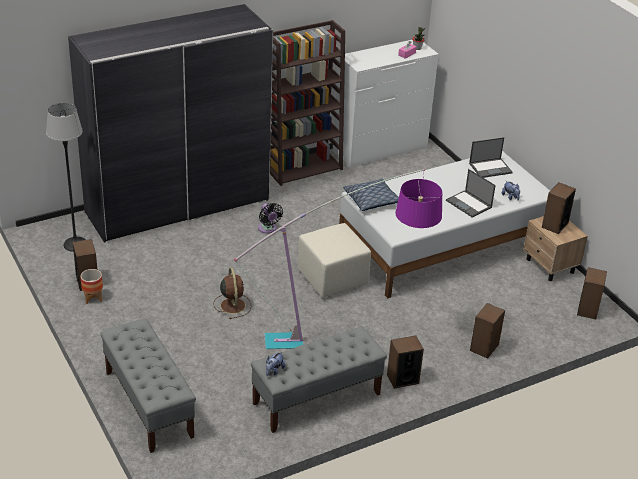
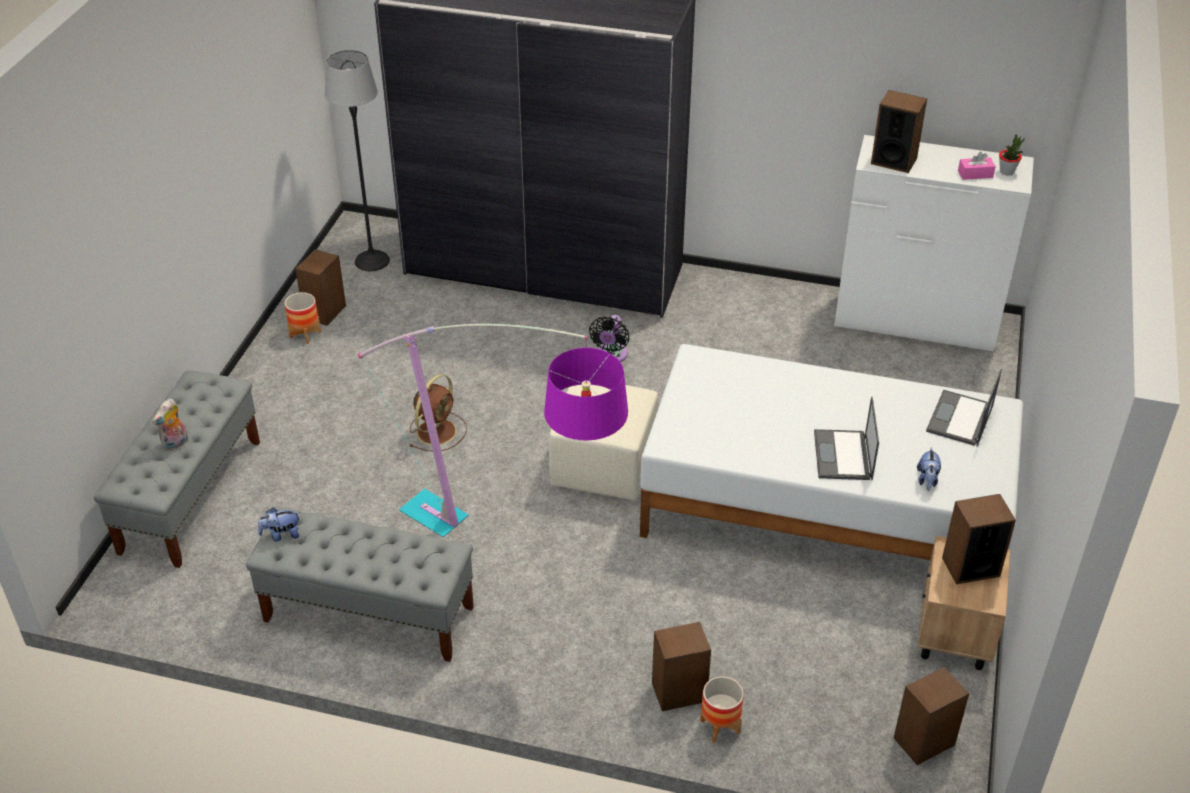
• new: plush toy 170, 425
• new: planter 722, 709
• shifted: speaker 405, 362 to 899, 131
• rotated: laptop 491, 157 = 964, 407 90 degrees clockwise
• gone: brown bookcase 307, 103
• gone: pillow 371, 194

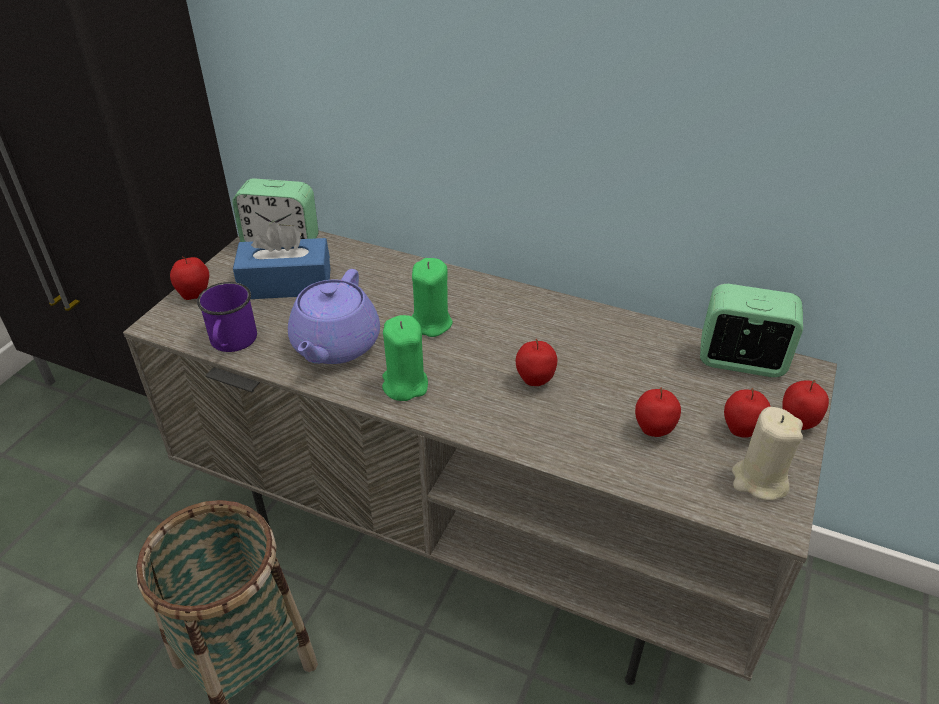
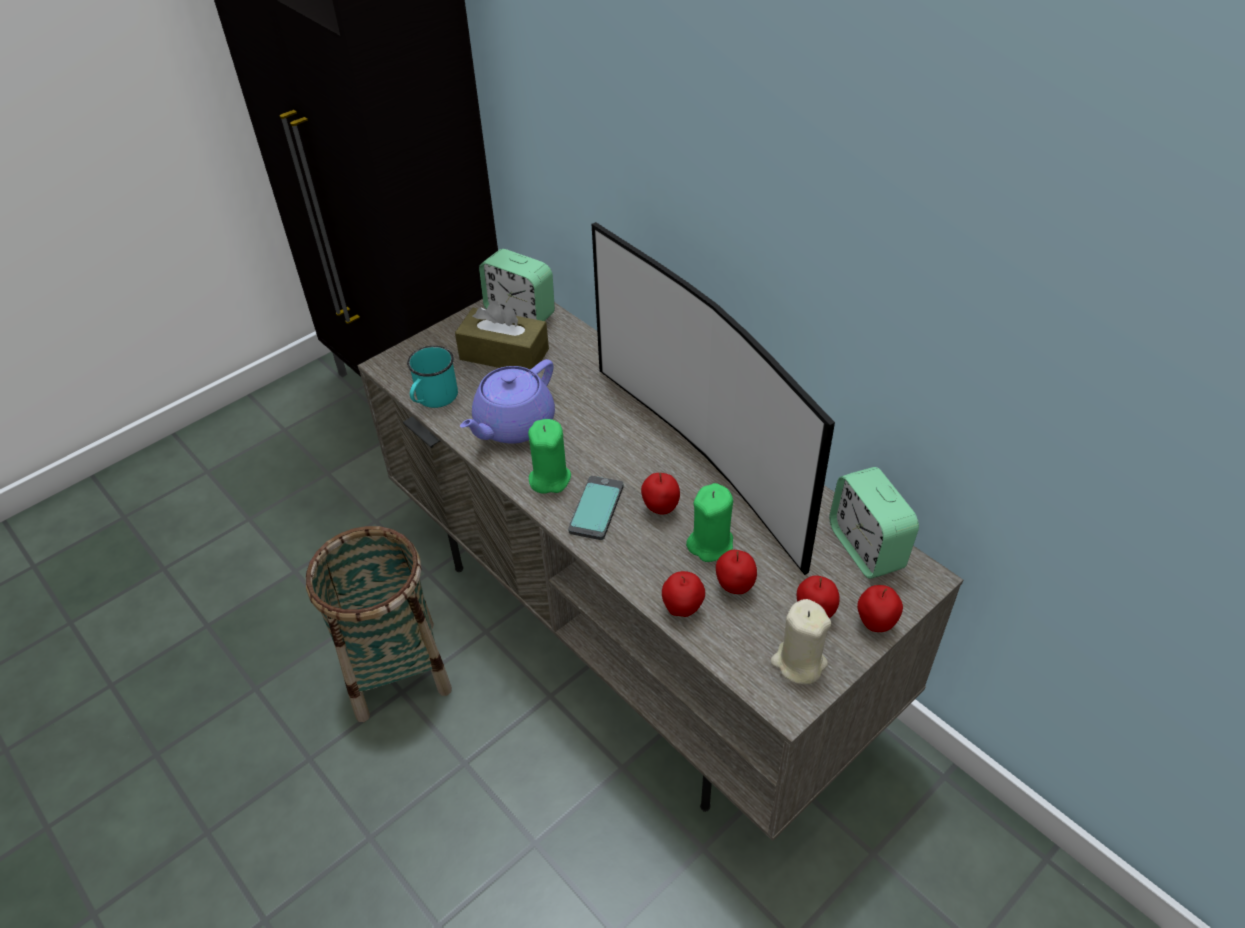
• repainted: purple mug 227, 317 to turquoise mug 432, 377
• repainted: blue tissue box 282, 260 to brown tissue box 502, 335
• new: phone 596, 508
• new: television 713, 398
• shifted: apple 189, 278 to 683, 594
• shifted: green candle 432, 297 to 709, 522
• rotated: alarm clock 751, 330 = 874, 523 150 degrees counterclockwise

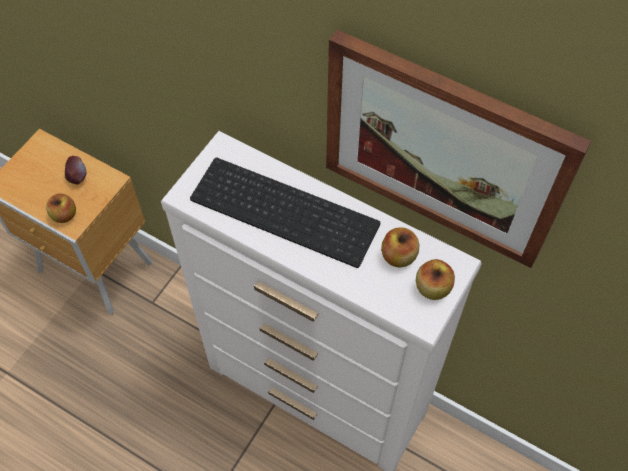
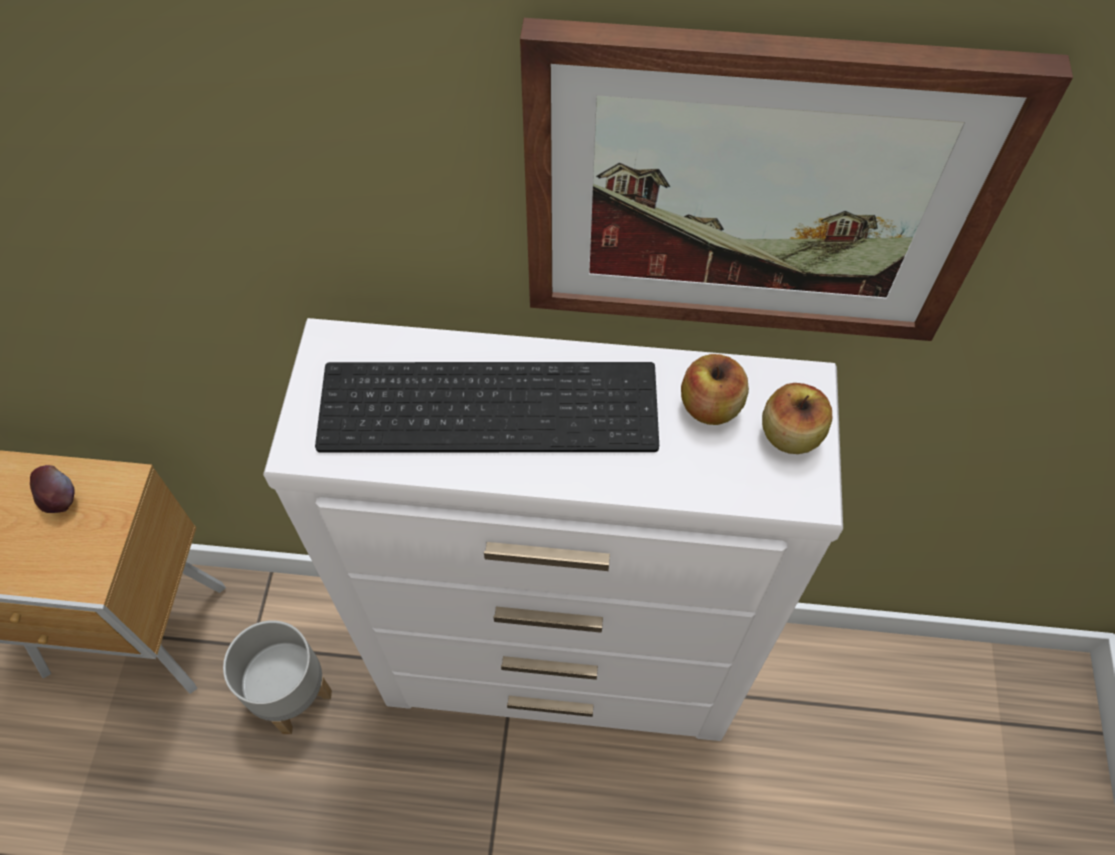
• new: grey planter 277, 677
• gone: apple 61, 208

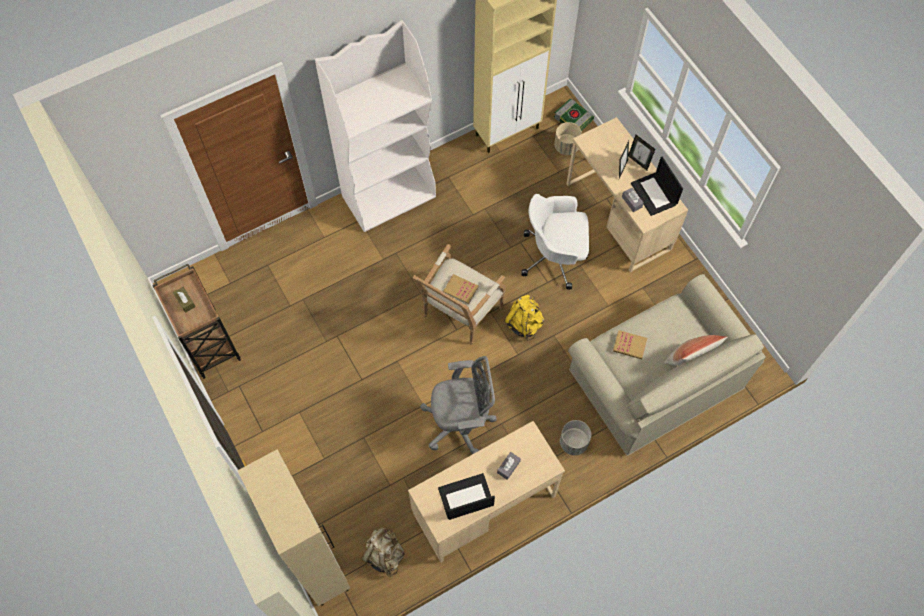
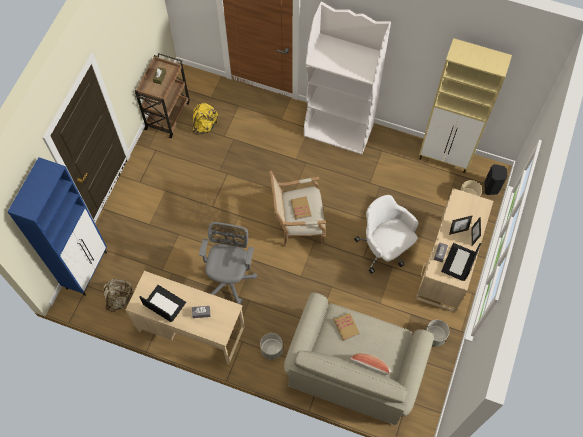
• repainted: beige cabinet 293, 527 to blue cabinet 57, 226
• shifted: yellow backpack 524, 318 to 205, 119
• rotated: grey office chair 458, 405 = 228, 263 120 degrees counterclockwise
• new: grey planter 437, 333
• swapped: book 574, 115 to black speaker 496, 179

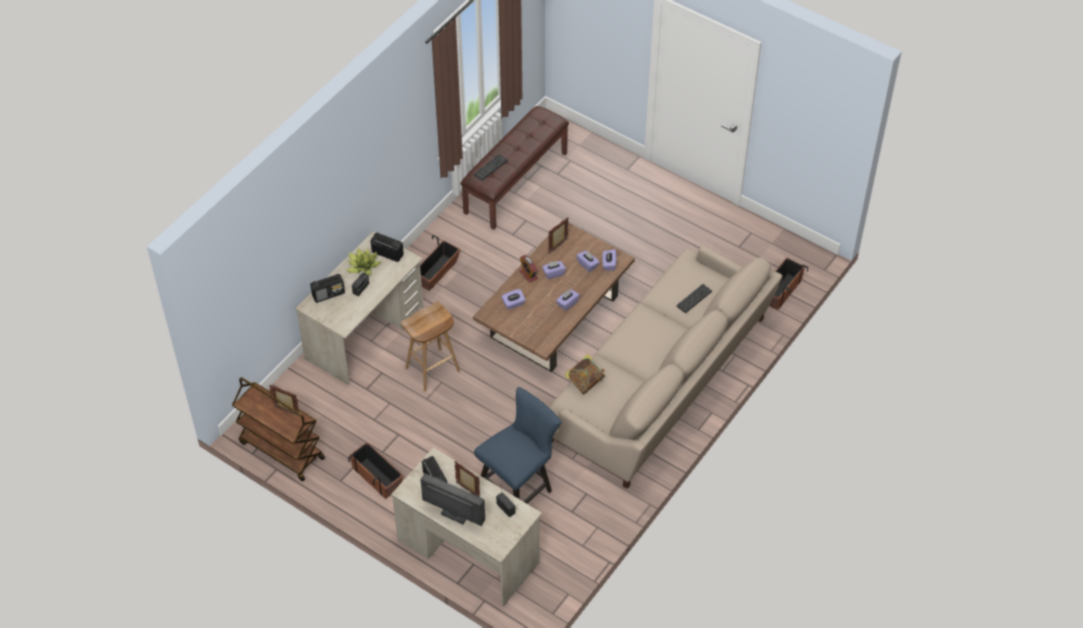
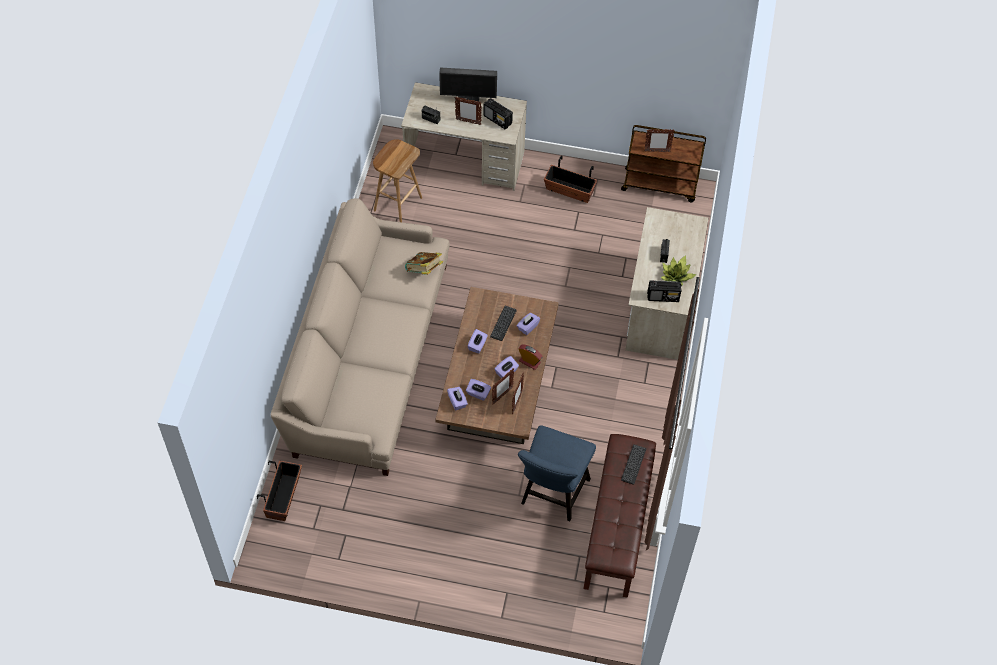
• shifted: brown stool 430, 346 to 397, 180
• shifted: keyboard 694, 298 to 503, 323
• new: picture frame 503, 386
• shifted: blue chair 518, 445 to 557, 473
• gone: radio 327, 288
• gone: planter 440, 263

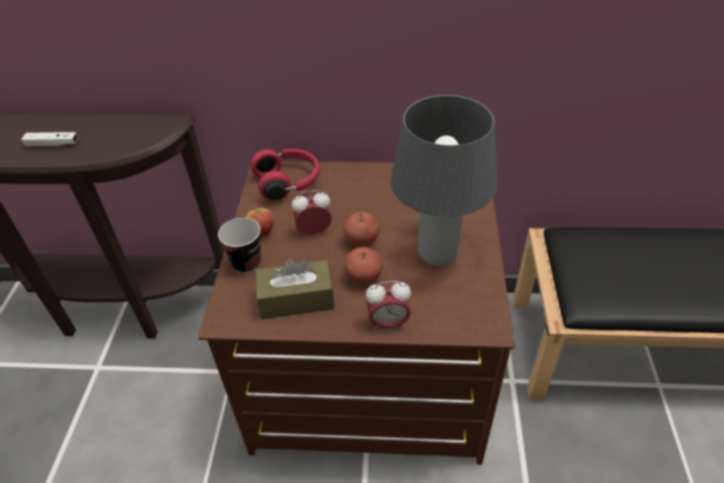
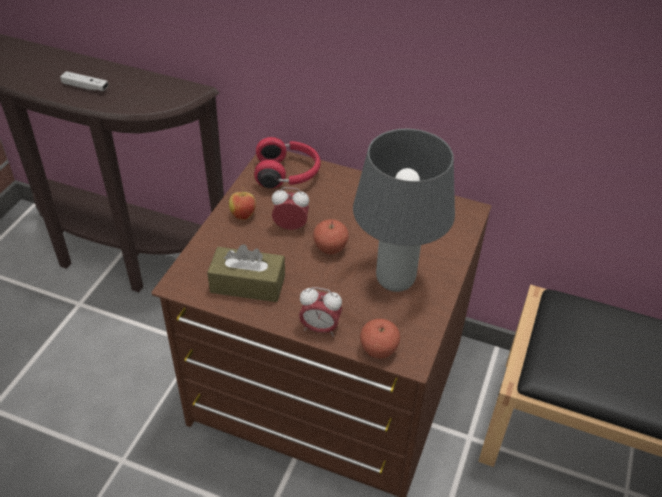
• shifted: apple 363, 266 to 380, 339
• gone: cup 239, 245

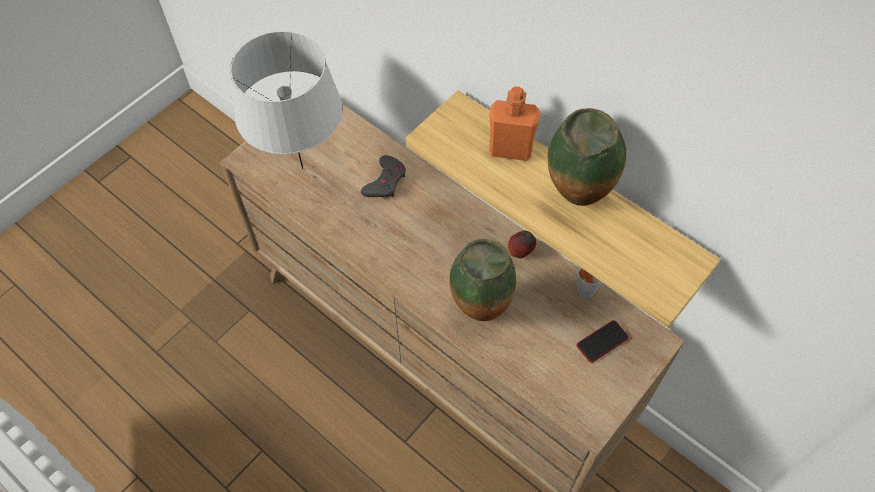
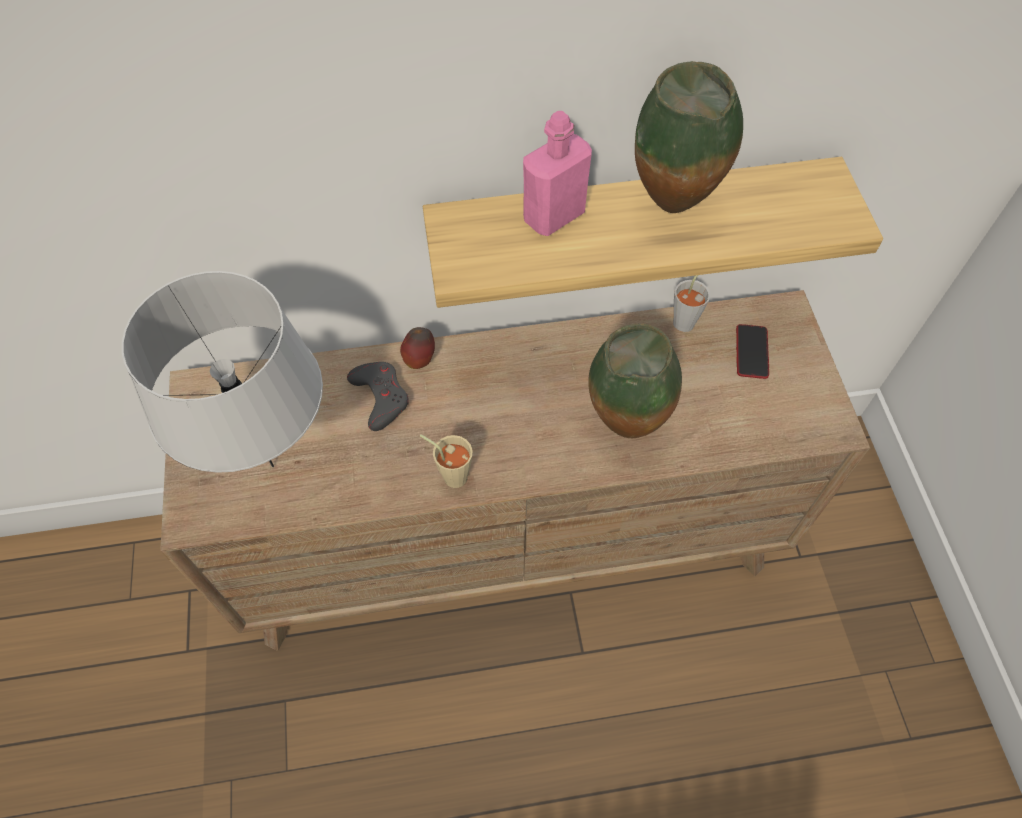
• shifted: apple 522, 244 to 417, 348
• new: beige cup 446, 461
• repainted: orange bottle 514, 123 to pink bottle 557, 173

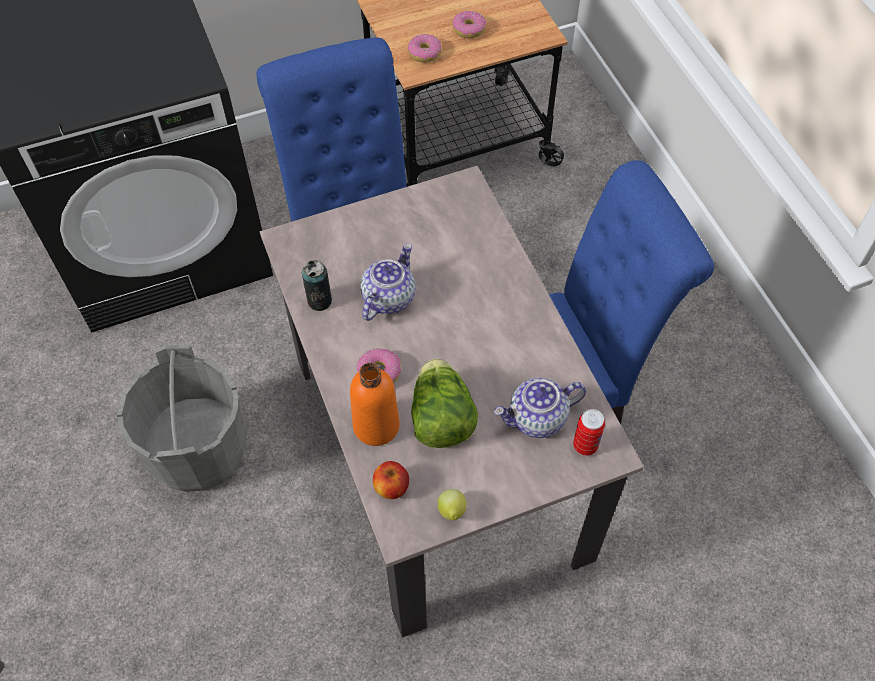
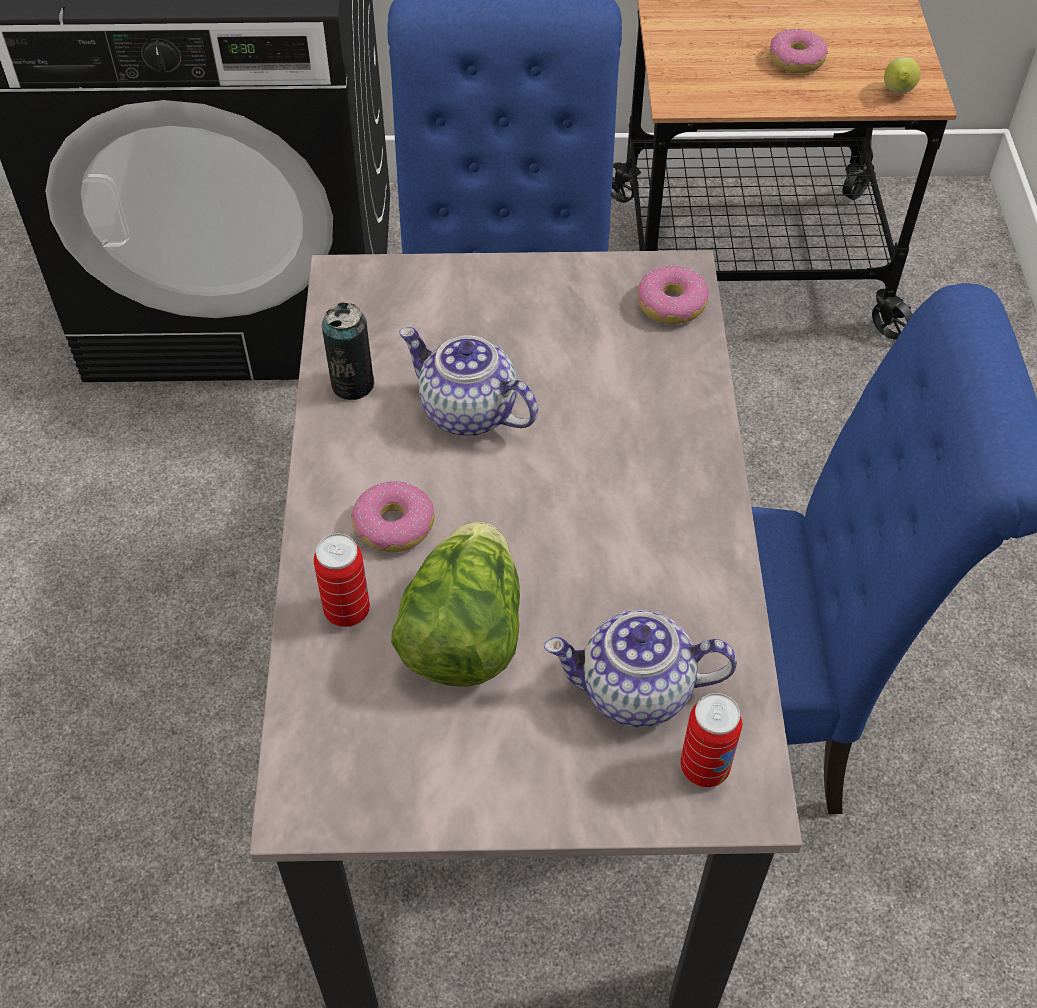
• swapped: orange bottle 375, 404 to can 342, 580
• rotated: teapot 388, 282 = 468, 381 105 degrees counterclockwise
• shifted: donut 425, 48 to 673, 294
• shifted: lemon 452, 504 to 902, 75
• gone: grey bucket 182, 418
• gone: apple 391, 480

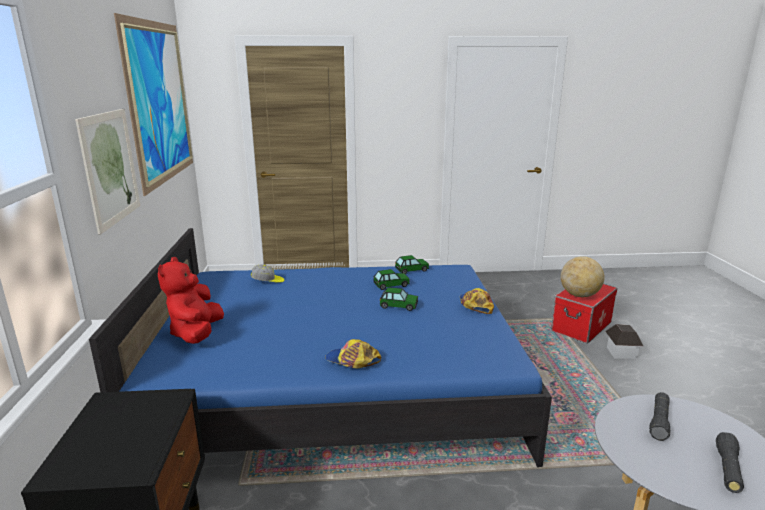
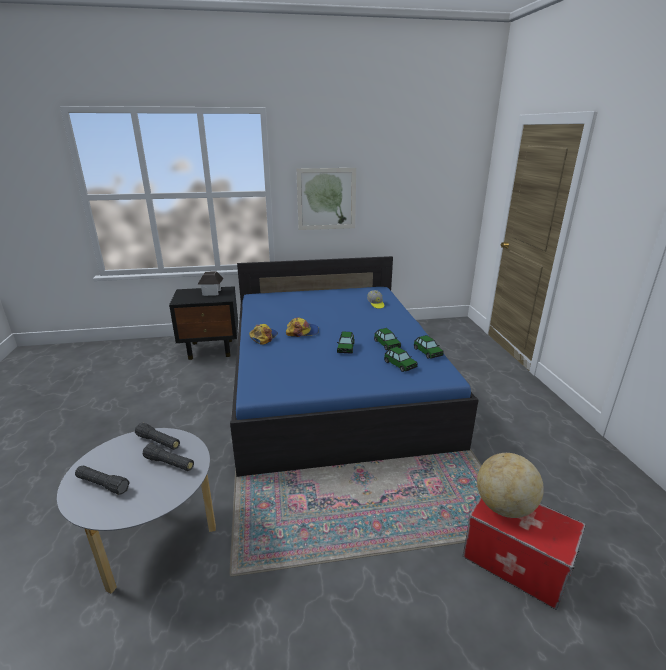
• new: black flashlight 157, 436
• shifted: toy house 624, 341 to 210, 283
• shifted: cap 477, 301 to 302, 327
• new: toy car 400, 359
• gone: picture 153, 104
• gone: red plush toy 191, 300

